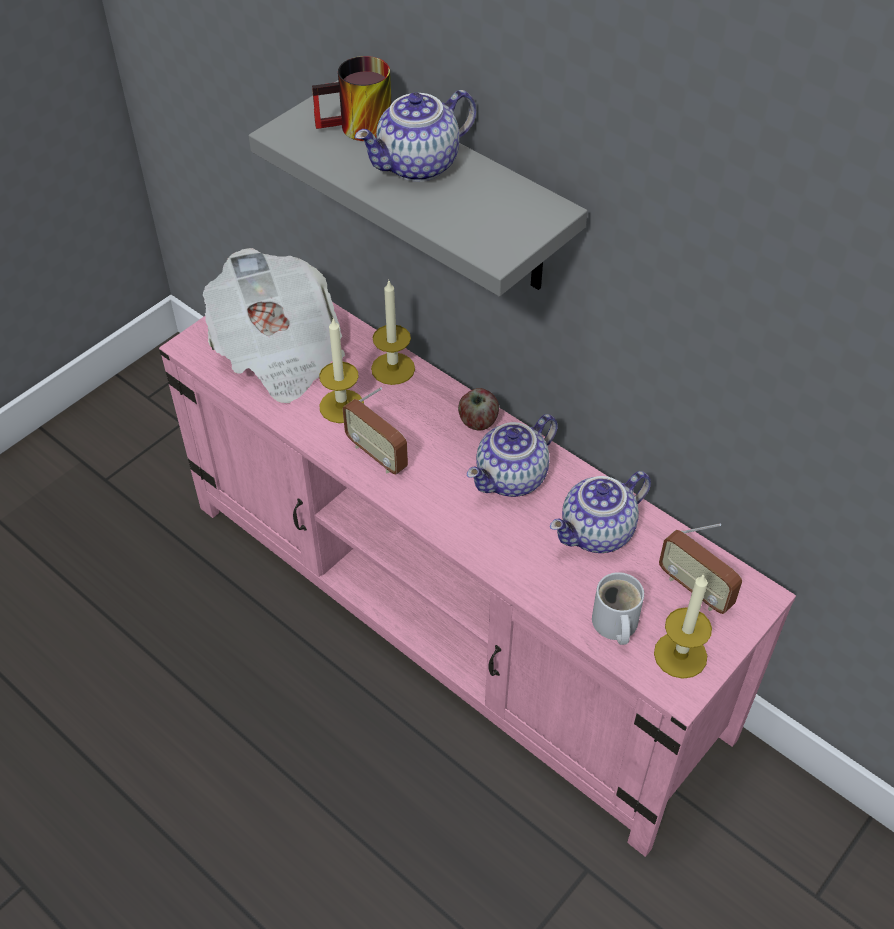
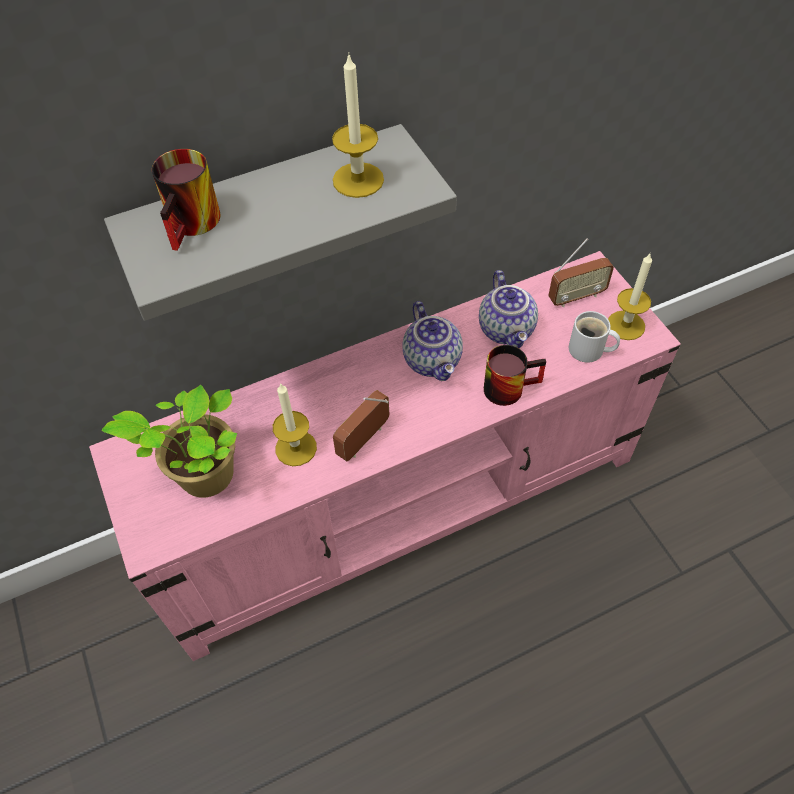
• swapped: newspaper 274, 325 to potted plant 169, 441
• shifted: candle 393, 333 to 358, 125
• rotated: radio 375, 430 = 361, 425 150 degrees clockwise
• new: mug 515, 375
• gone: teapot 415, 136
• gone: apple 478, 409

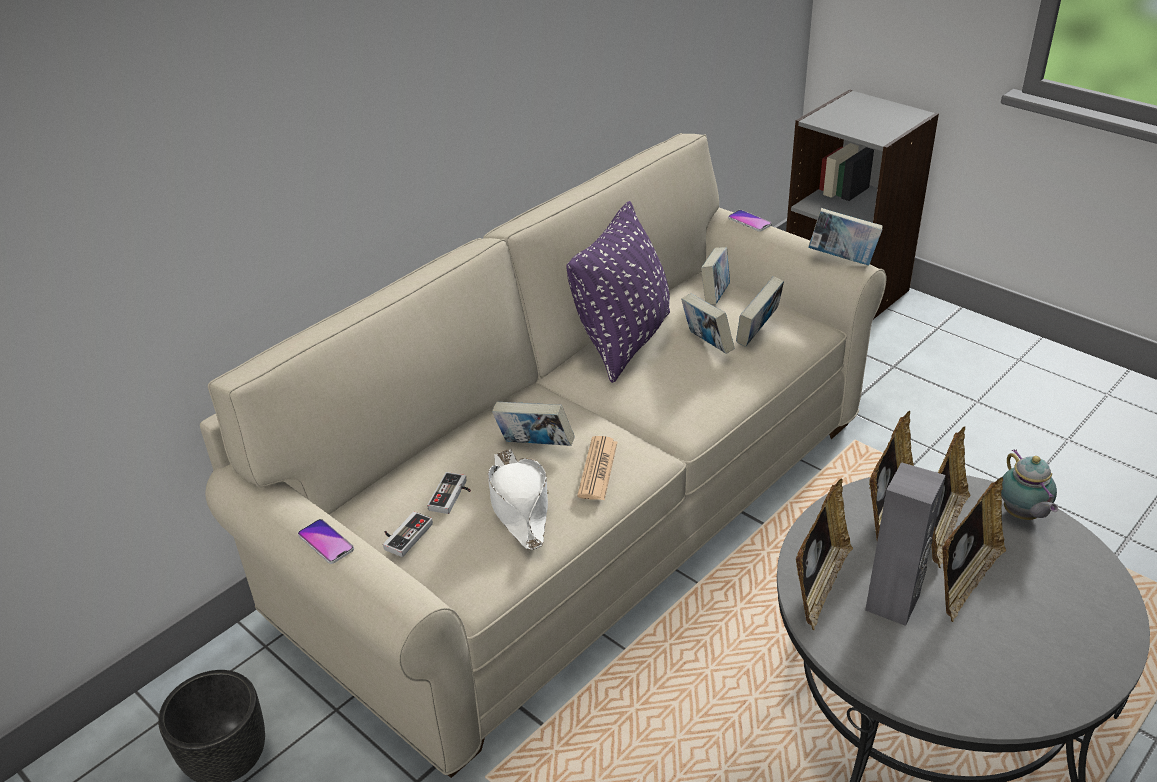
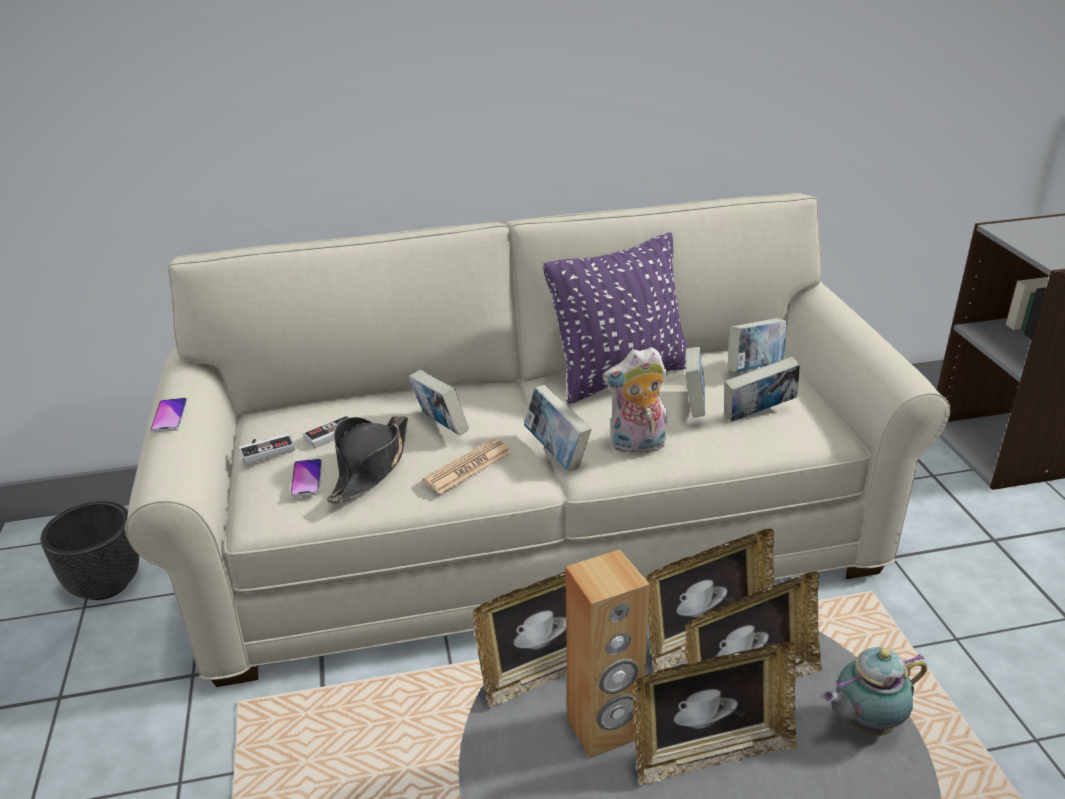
• shifted: phone 750, 221 to 306, 478
• repainted: white hat 518, 499 to black hat 367, 460
• shifted: book 845, 237 to 558, 428
• repainted: grey speaker 905, 544 to brown speaker 608, 654
• new: plush toy 634, 400
• rotated: teapot 1029, 484 = 874, 691 45 degrees clockwise

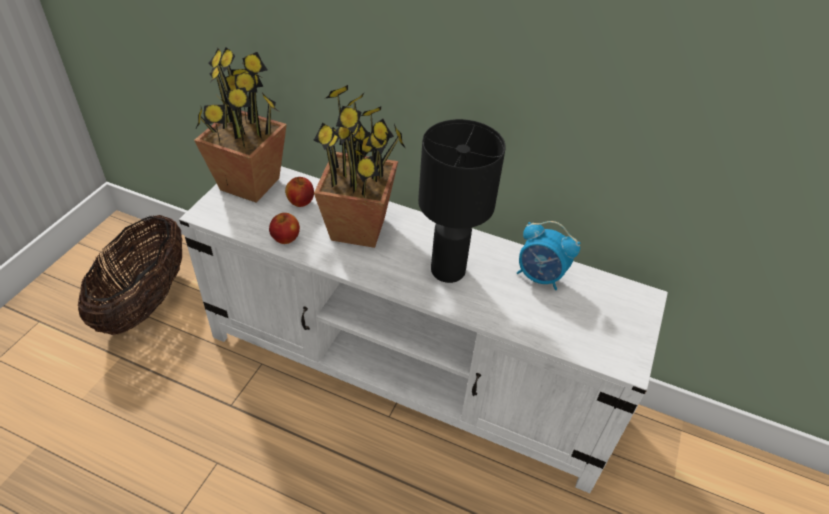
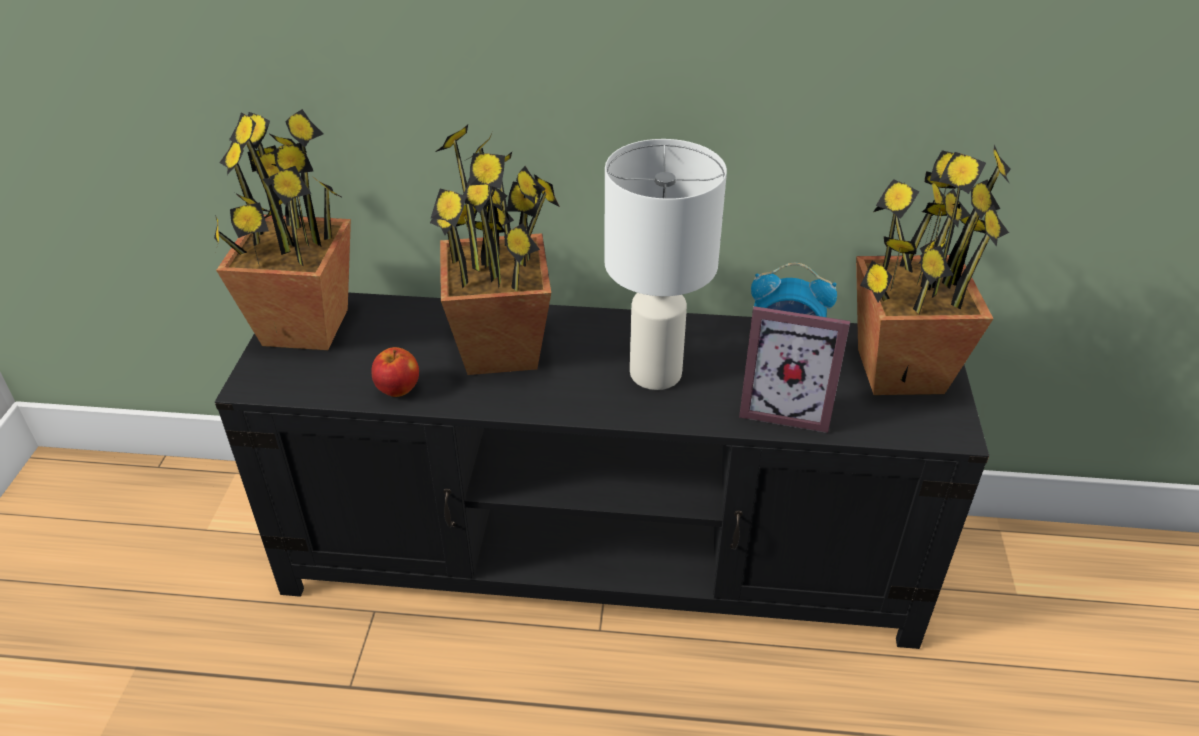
• repainted: white tv stand 423, 329 to black tv stand 602, 470
• repainted: black table lamp 462, 201 to white table lamp 665, 264
• new: picture frame 794, 369
• new: potted plant 933, 270
• gone: basket 130, 275
• gone: apple 299, 192

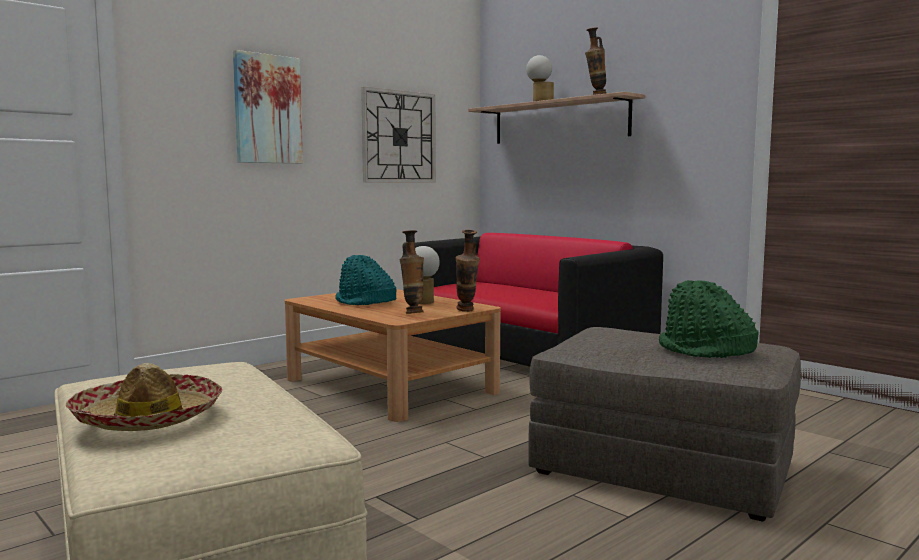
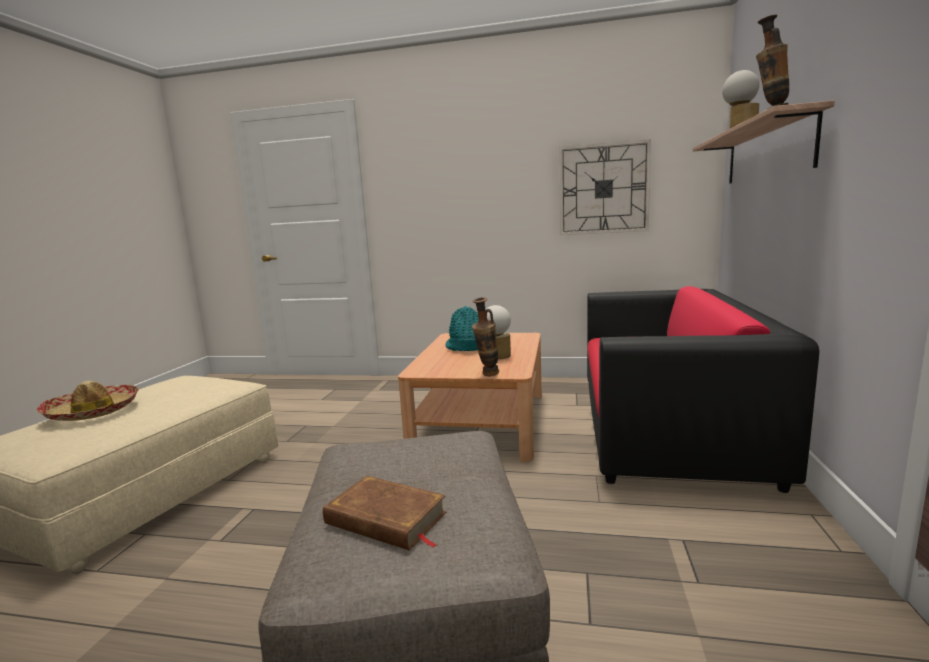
• swapped: green hat 709, 319 to brown book 385, 513
• gone: picture 268, 107
• gone: vase 411, 272

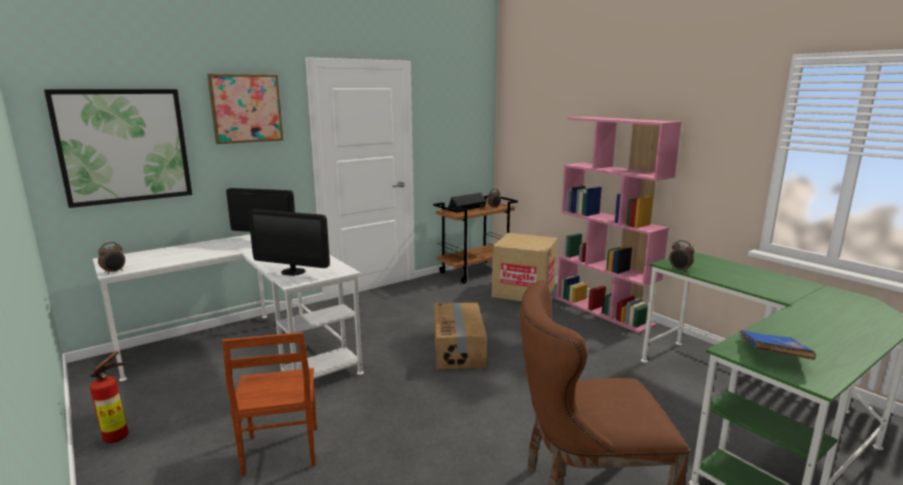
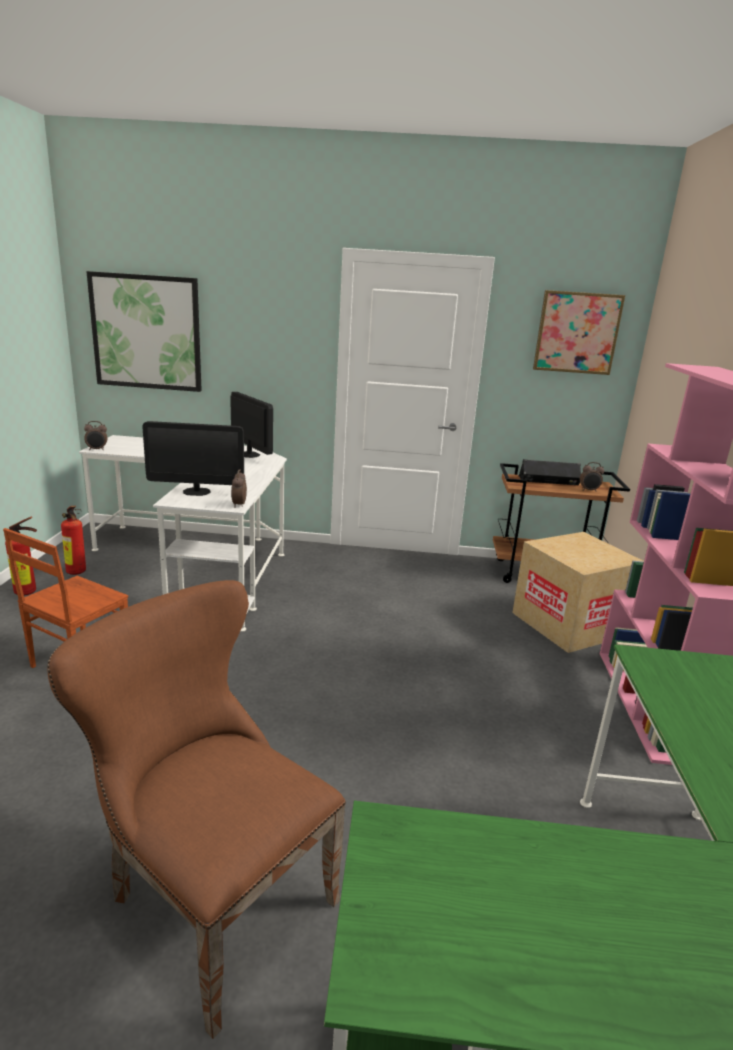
• new: fire extinguisher 73, 540
• rotated: monitor 289, 242 = 193, 458 60 degrees counterclockwise
• shifted: alarm clock 682, 256 to 239, 489
• shifted: picture 245, 109 to 579, 332
• gone: cardboard box 460, 336
• gone: blue book 777, 345

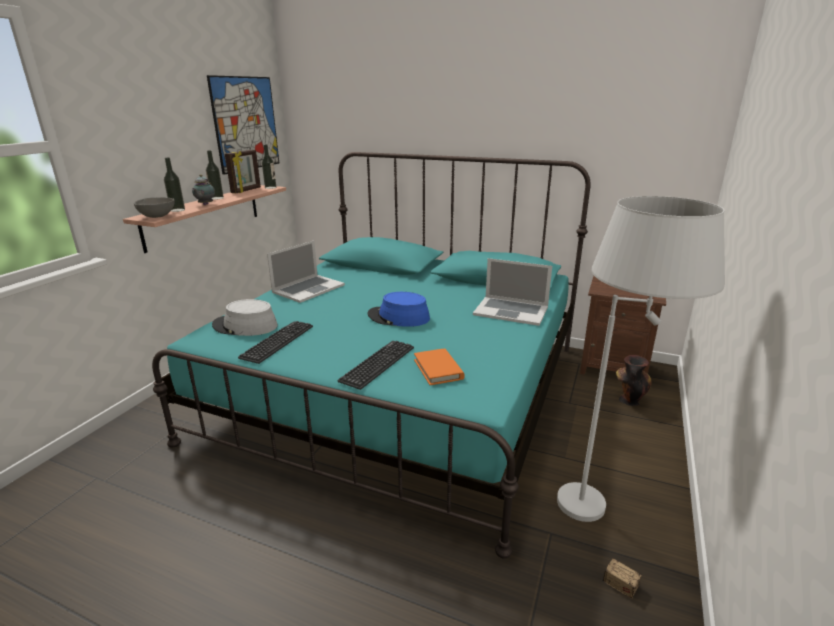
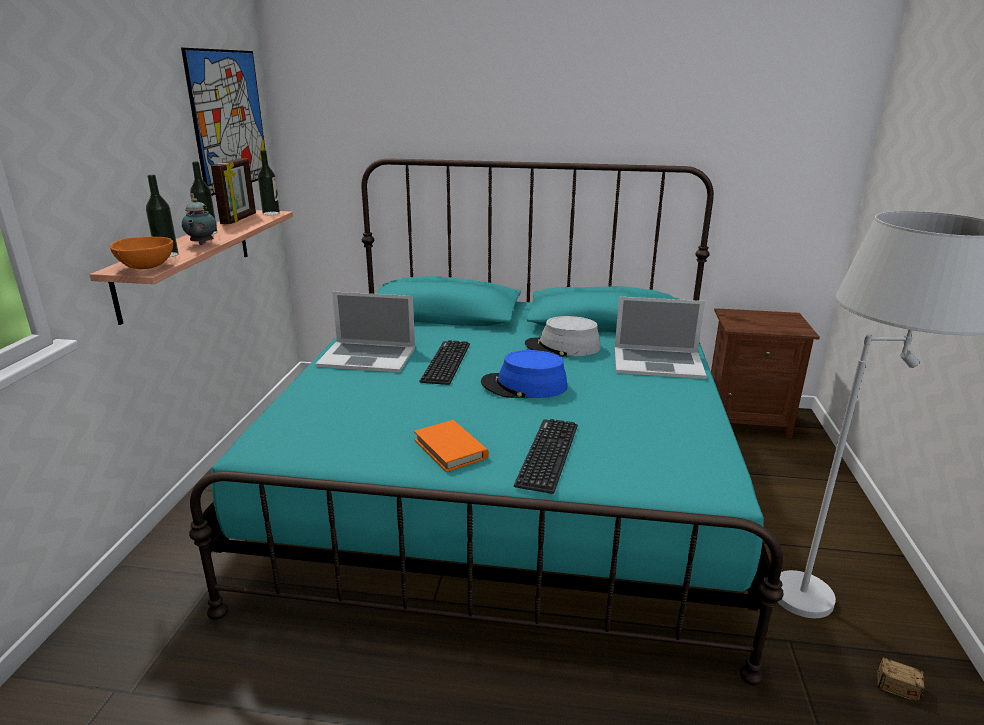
• repainted: grey bowl 154, 207 to orange bowl 141, 253
• rotated: laptop 306, 271 = 365, 332 75 degrees clockwise
• shifted: orange book 439, 366 to 451, 446
• shifted: keyboard 275, 342 to 445, 362
• shifted: grey hat 245, 317 to 563, 336
• gone: vase 634, 380

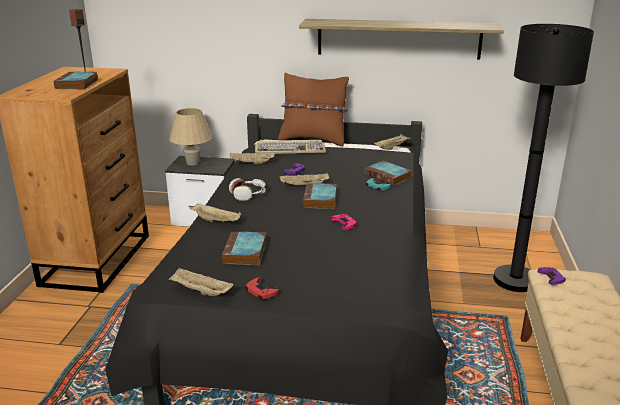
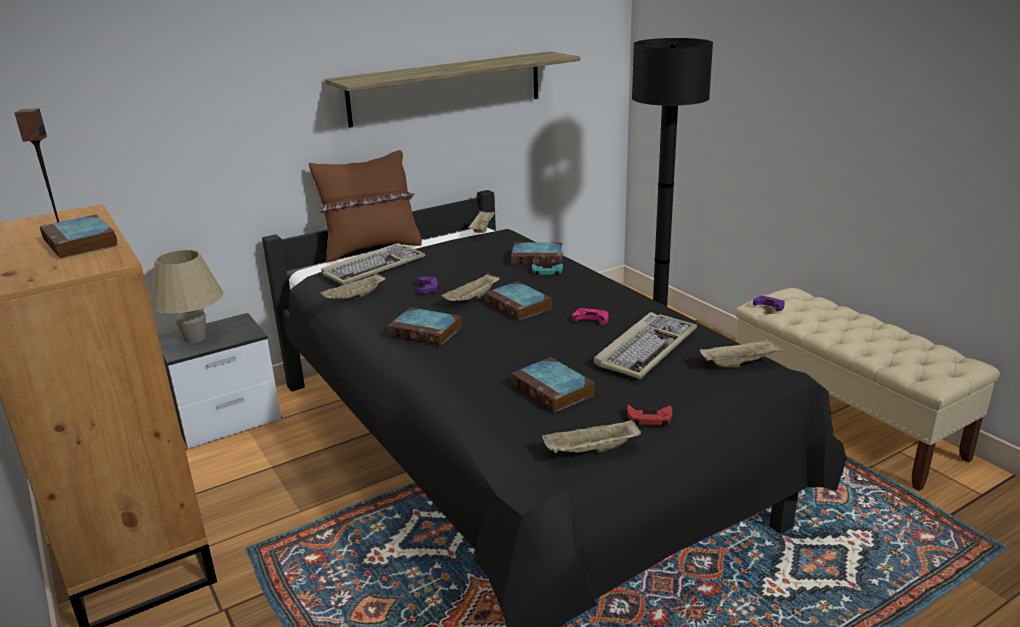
• swapped: headphones 247, 189 to book 425, 327
• new: keyboard 645, 345
• shifted: beige tray 215, 212 to 742, 353

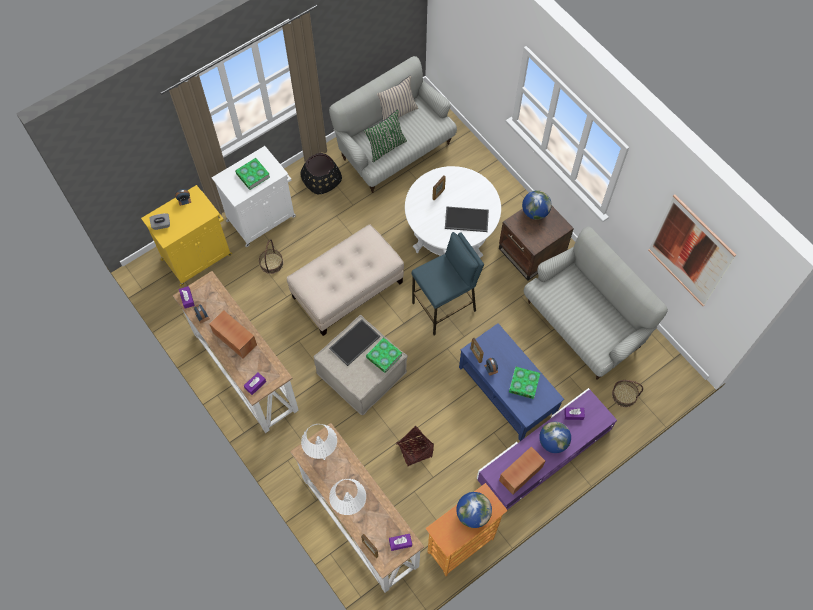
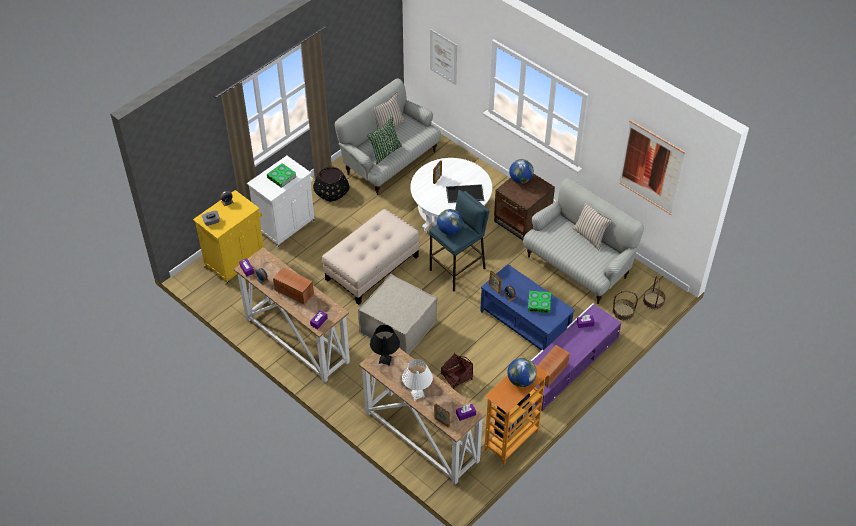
• repainted: white table lamp 319, 442 to black table lamp 385, 345
• new: picture 443, 57
• shifted: globe 555, 437 to 450, 222
• new: beige pillow 592, 226
• shifted: basket 271, 256 to 654, 292
• gone: tray 354, 342
• gone: book 384, 355

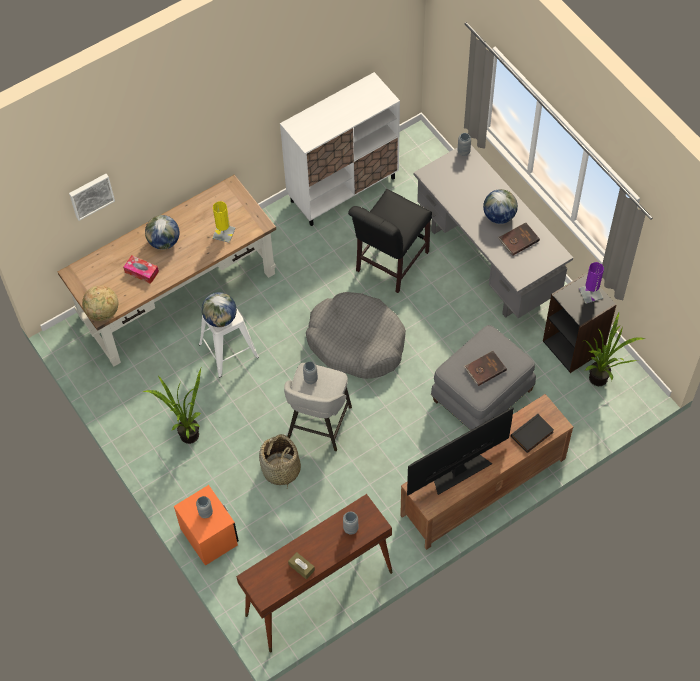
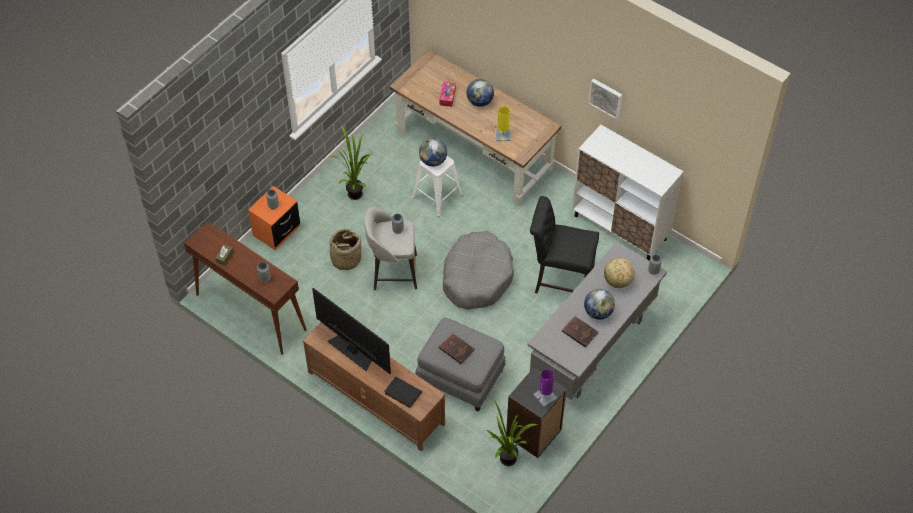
• shifted: picture 92, 197 to 605, 99
• shifted: globe 100, 303 to 619, 273

